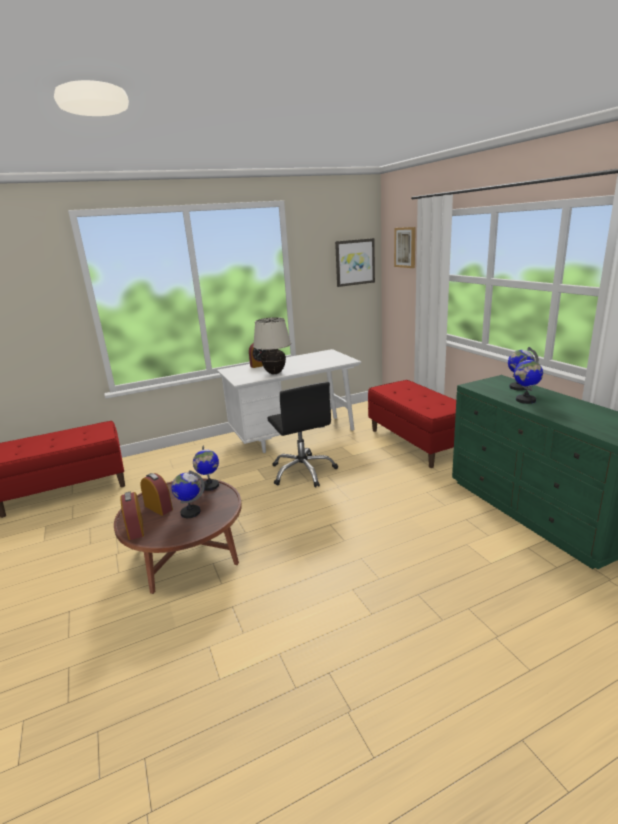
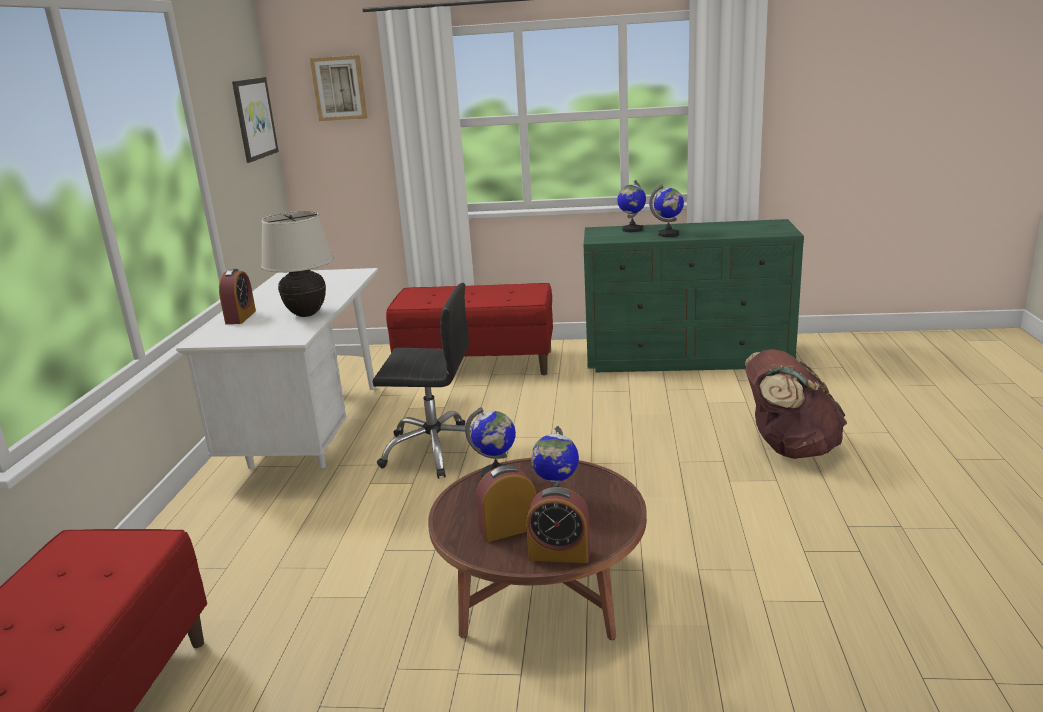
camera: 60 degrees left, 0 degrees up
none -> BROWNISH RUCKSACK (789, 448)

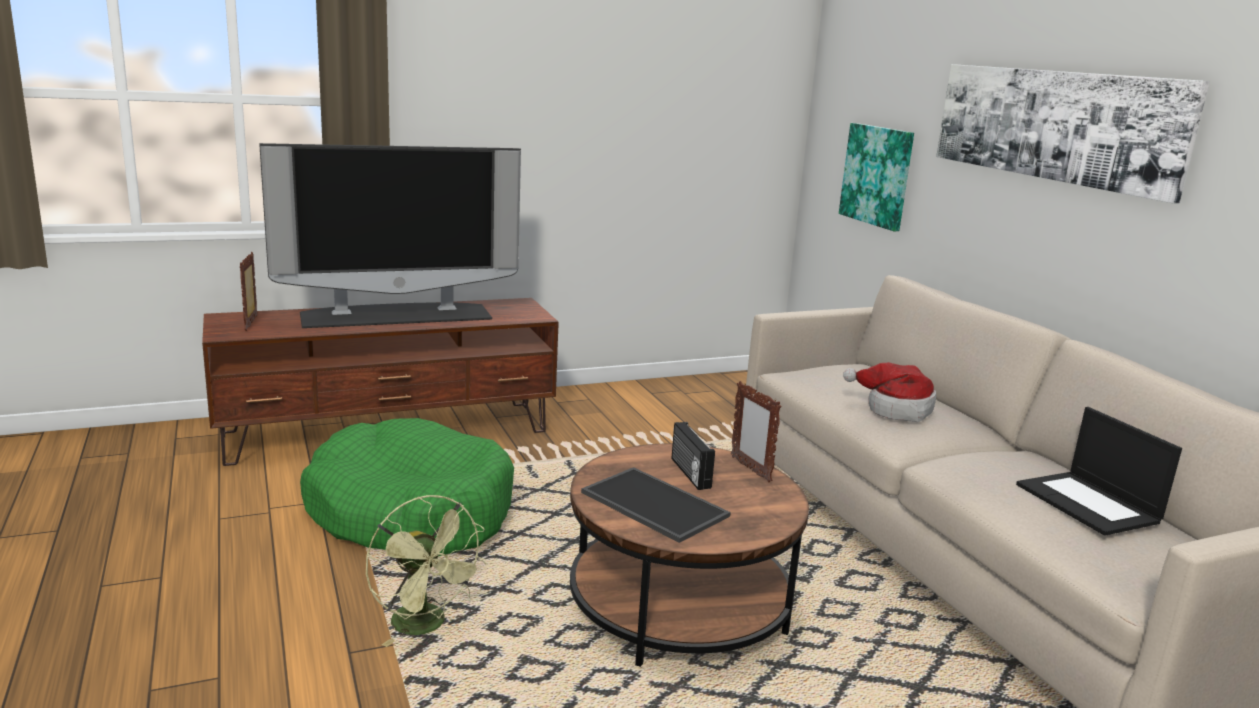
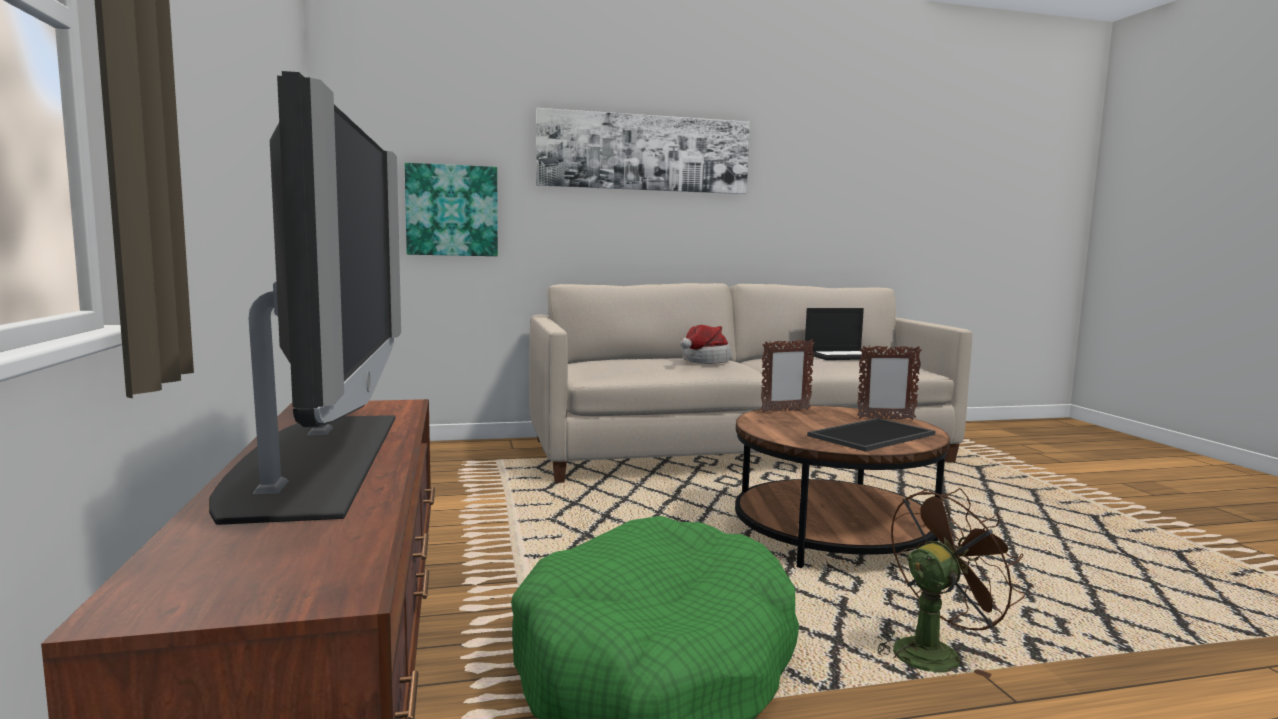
camera: 80 degrees left, 10 degrees down
PHOTO FRAME (251, 323) -> PHOTO FRAME (885, 419), move
GREEN-COLOURED COOLING FAN (426, 626) -> BROWNISH COOLING FAN (933, 651)
RADIO RECEIVER (689, 473) -> none

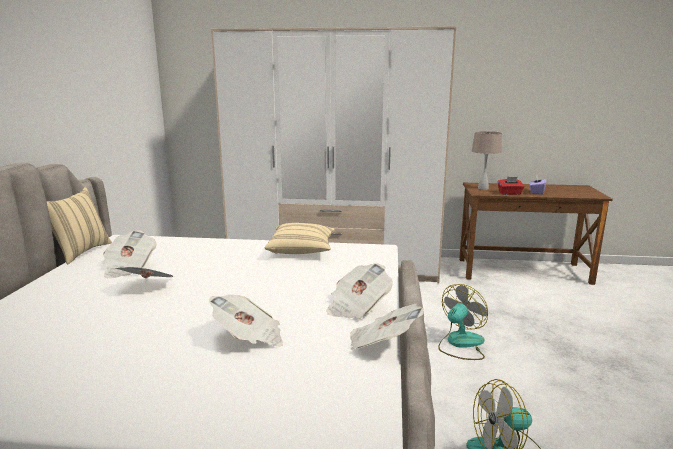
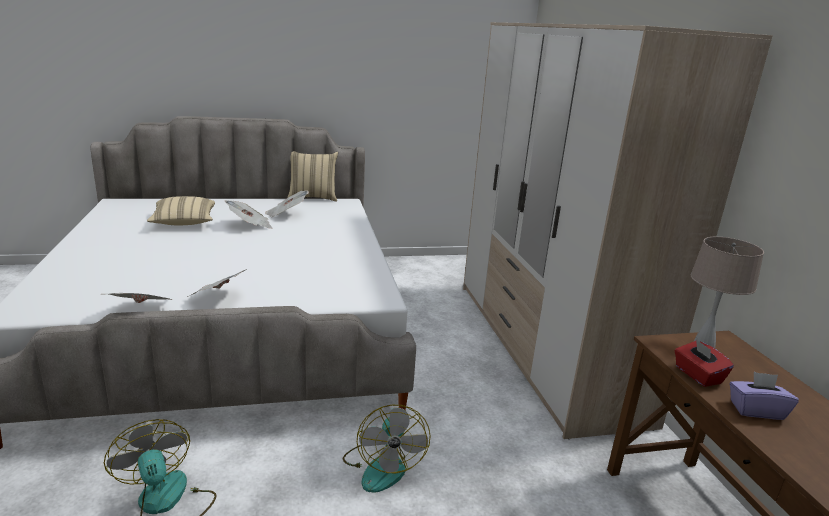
camera: 70 degrees right, 5 degrees up
BEIGE PILLOW (301, 250) -> BEIGE PILLOW (184, 223), move
COOLING FAN (460, 344) -> COOLING FAN (382, 466), 60 degrees clockwise
DAILY PAPER (249, 338) -> none

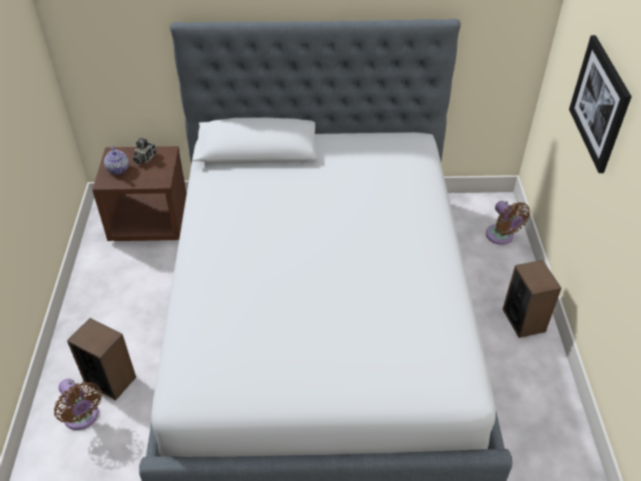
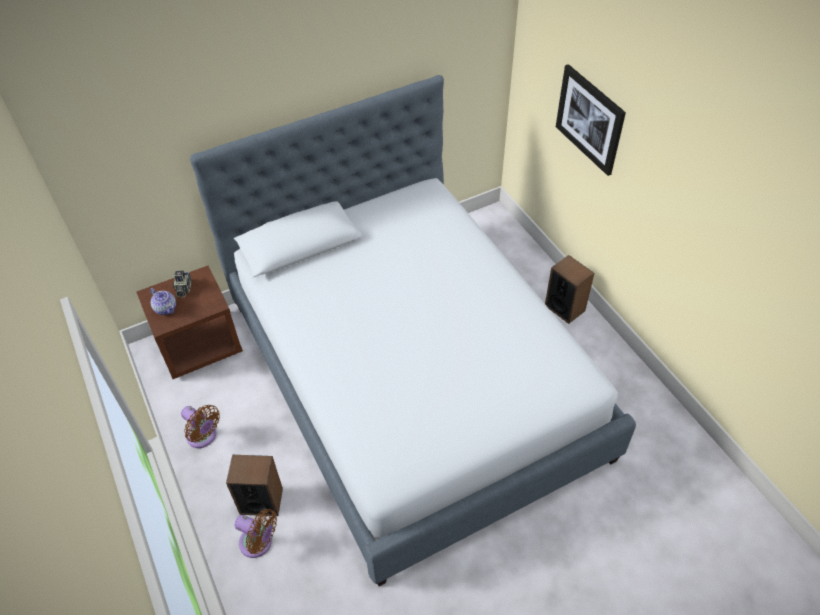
camera: 25 degrees left, 5 degrees up
BROWNISH COOLING FAN (501, 237) -> BROWNISH COOLING FAN (203, 437), move

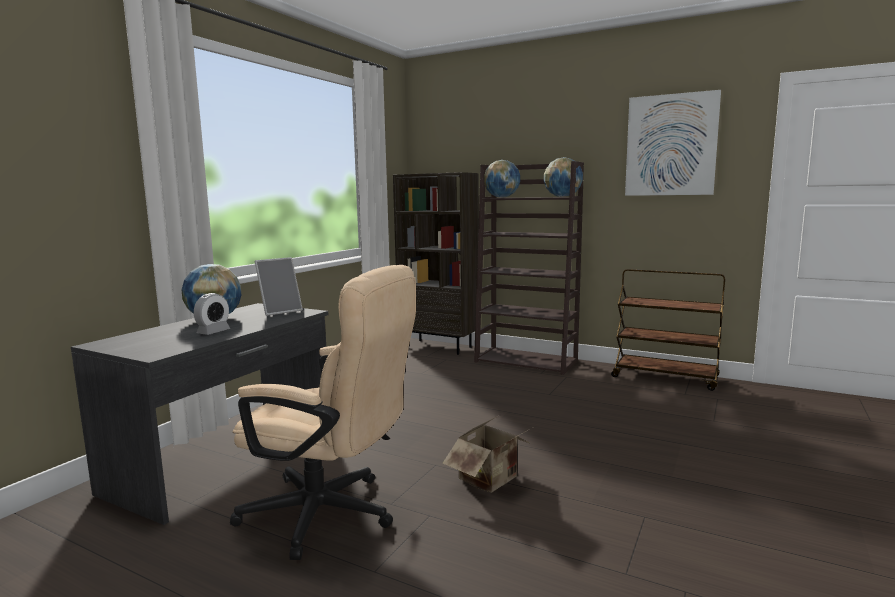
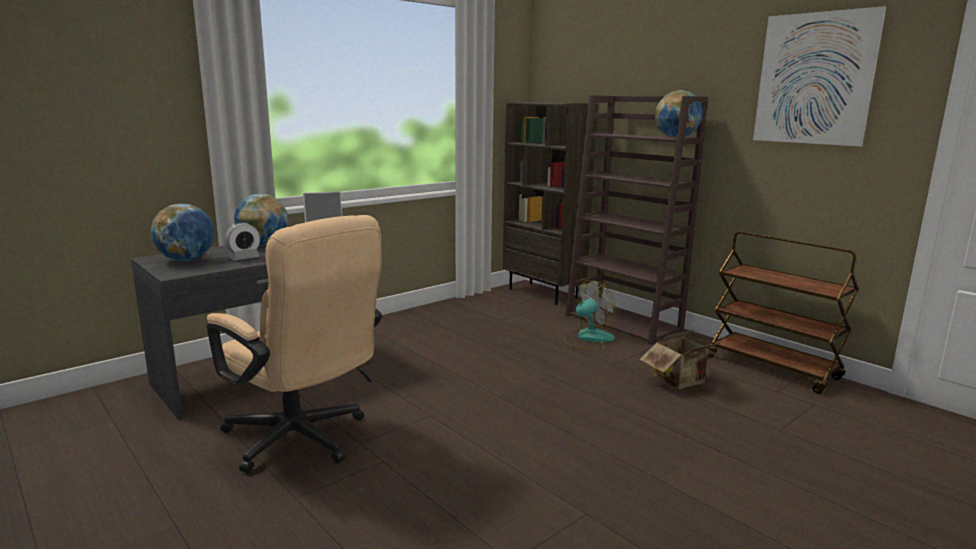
camera: 20 degrees right, 5 degrees up
GLOBE (502, 197) -> GLOBE (187, 260), move
none -> COOLING FAN (588, 339)
PACKING BOX (492, 480) -> PACKING BOX (682, 382), move

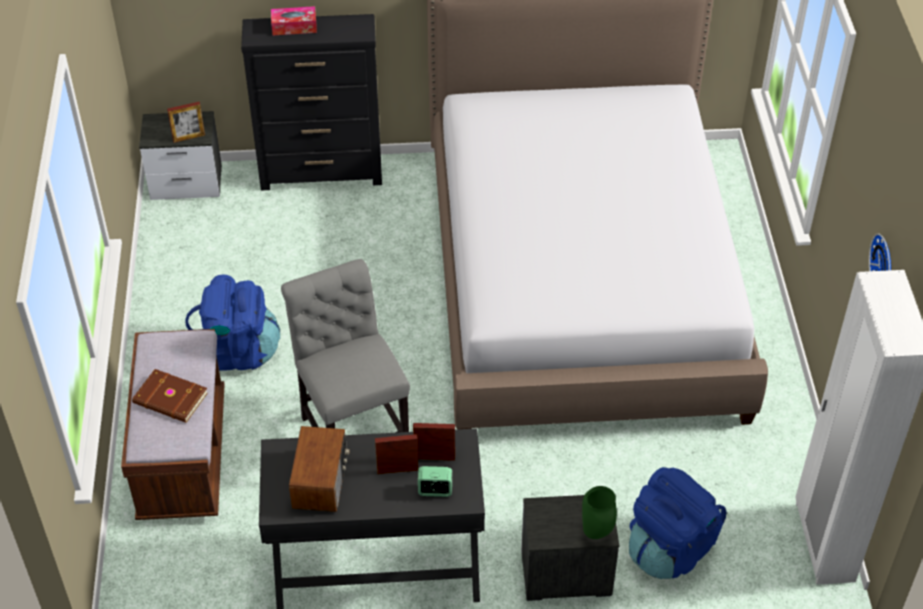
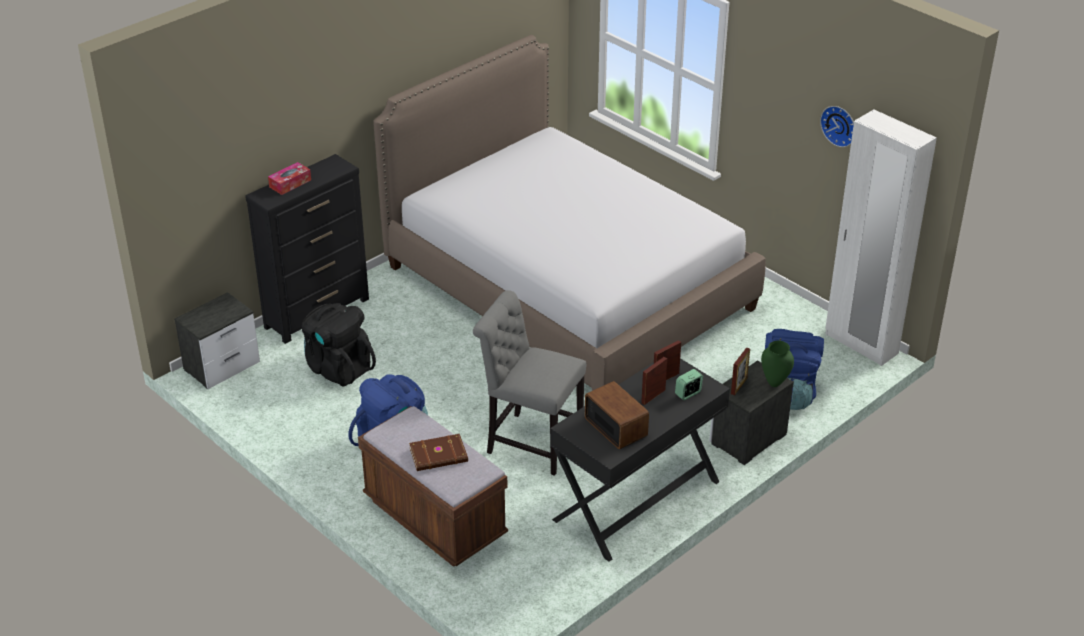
camera: 40 degrees left, 10 degrees down
none -> BLACK-COLOURED RUCKSACK (338, 368)
PHOTO FRAME (189, 137) -> PHOTO FRAME (739, 386), move

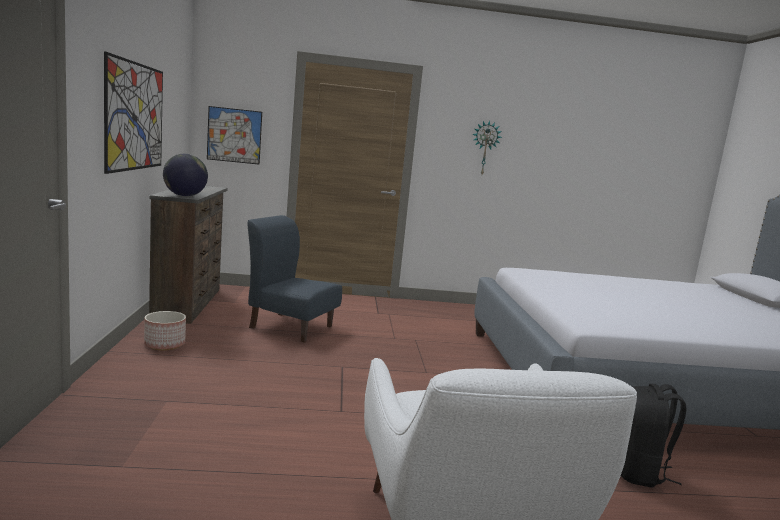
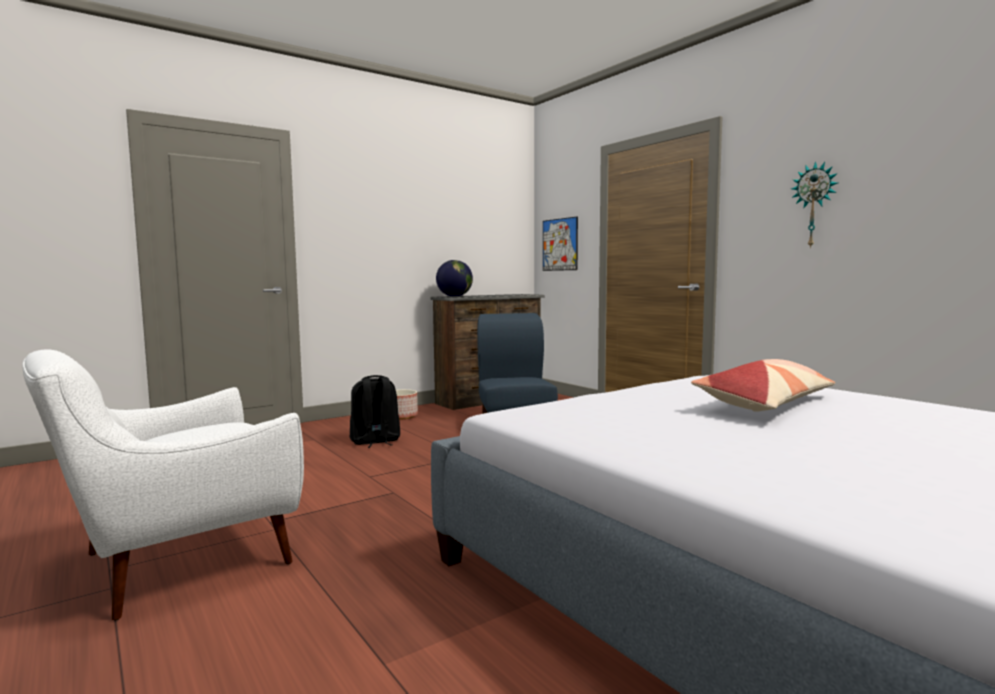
camera: 60 degrees right, 5 degrees down
BLACK-COLOURED RUCKSACK (637, 472) -> BLACK-COLOURED RUCKSACK (375, 441), move
none -> PILLOW (766, 402)
PICTURE (135, 116) -> none

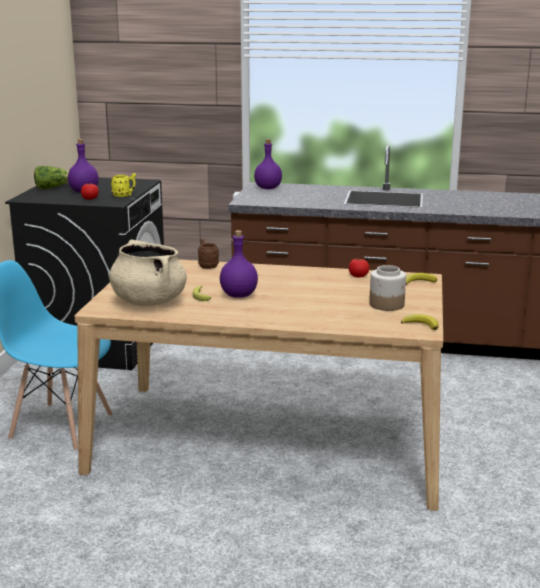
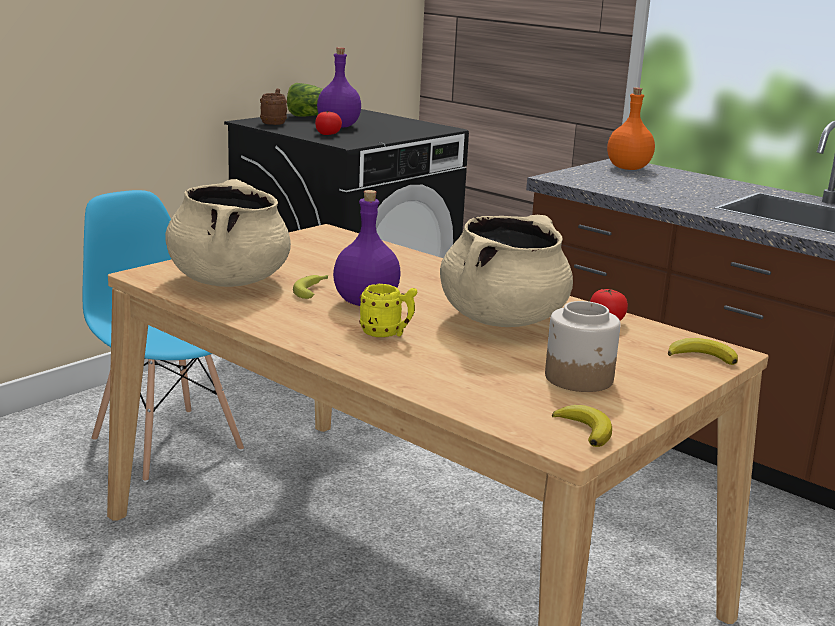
camera: 30 degrees right, 0 degrees up
BROWNISH COFFEE MUG (207, 266) -> BROWNISH COFFEE MUG (274, 123), move
YELLOWISH COFFEE MUG (124, 195) -> YELLOWISH COFFEE MUG (387, 334), move
none -> BEIGE STOCKPOT (503, 319)
PURPLE-COLOURED BOTTLE (267, 188) -> ORANGEY BOTTLE (627, 168)

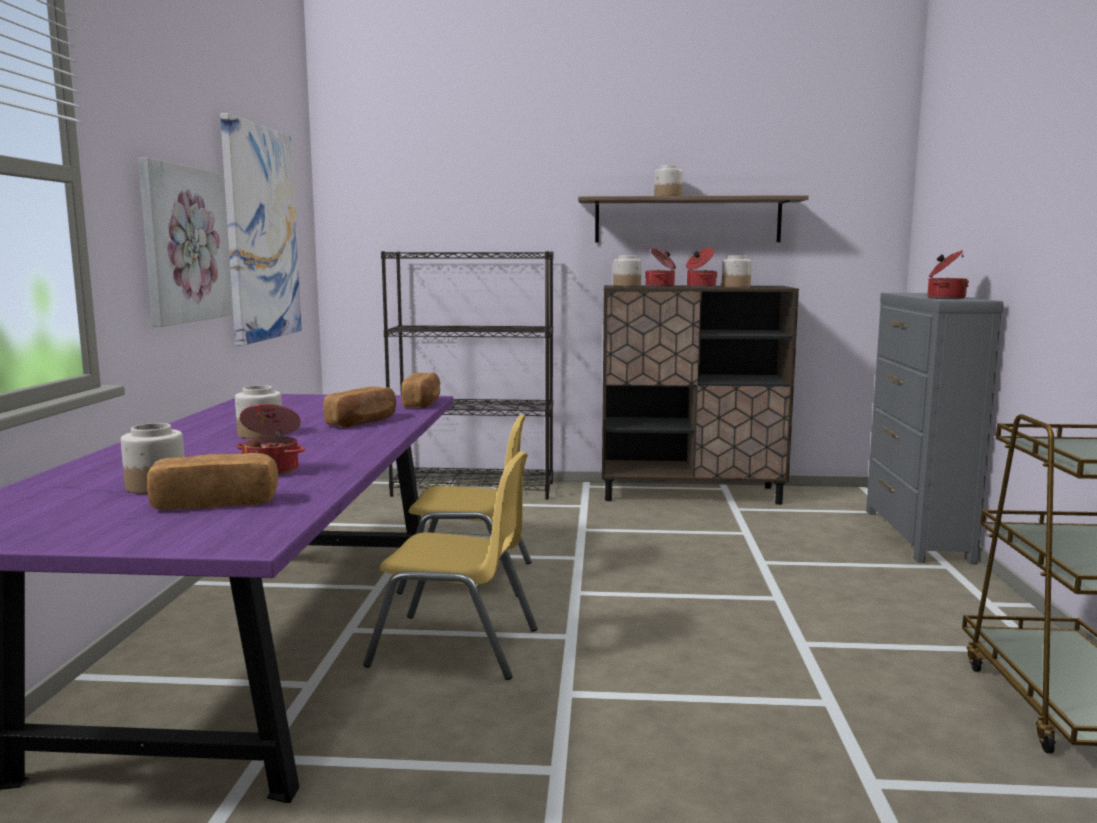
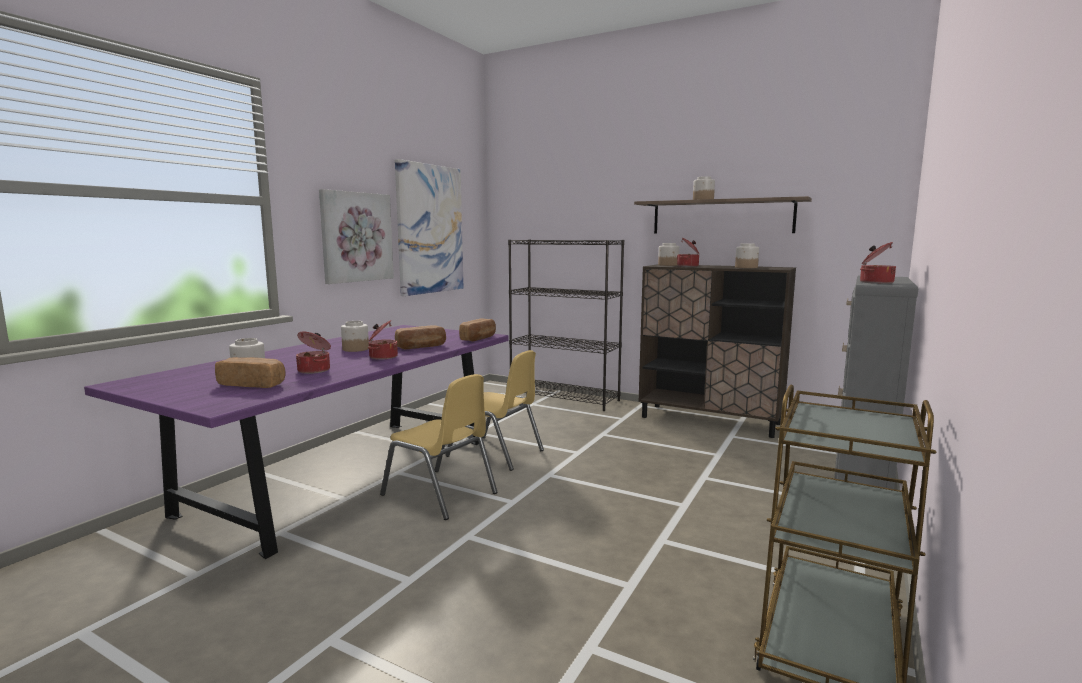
camera: 25 degrees right, 0 degrees up
STOCKPOT (700, 287) -> STOCKPOT (382, 357), move

